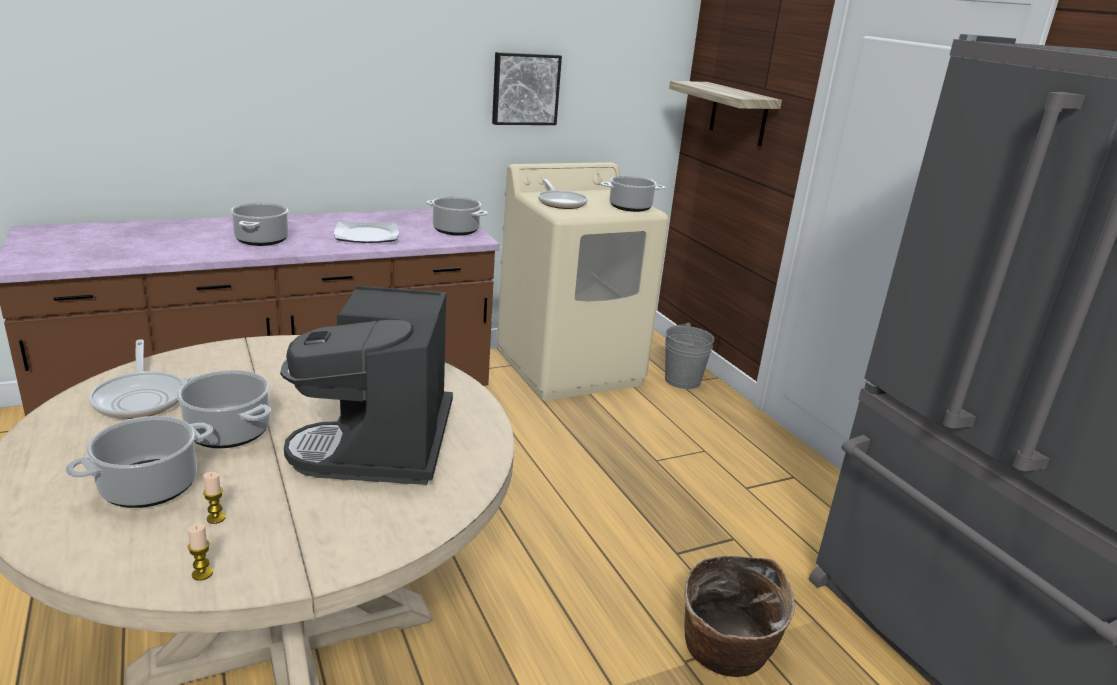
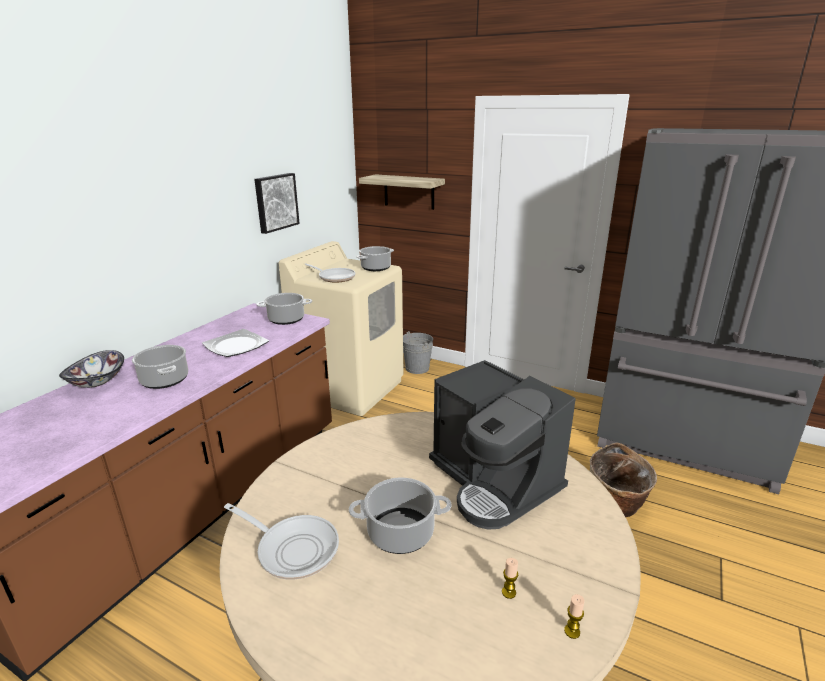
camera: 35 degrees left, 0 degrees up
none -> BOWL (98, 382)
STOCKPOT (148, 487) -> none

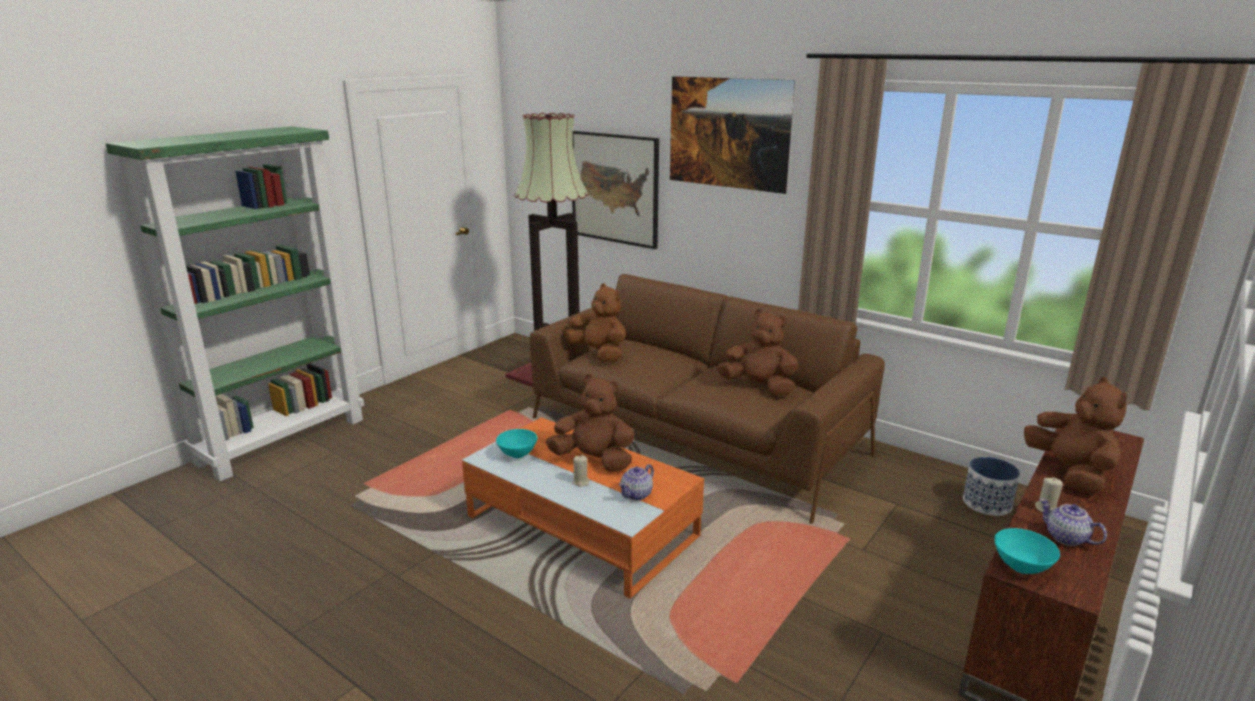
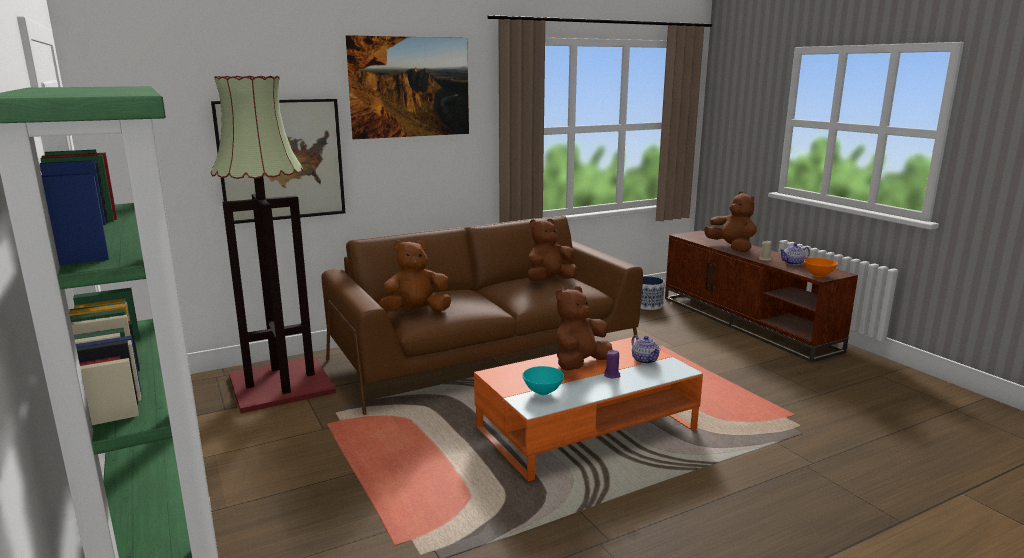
camera: 65 degrees left, 5 degrees down
BEIGE WAX CANDLE (581, 482) -> PURPLE-COLOURED WAX CANDLE (612, 375)
BROWNISH SOFT TOY (1070, 474) -> BROWNISH SOFT TOY (731, 248), 45 degrees clockwise
TURQUOISE-COLOURED BOWL (1021, 567) -> ORANGEY BOWL (818, 275)

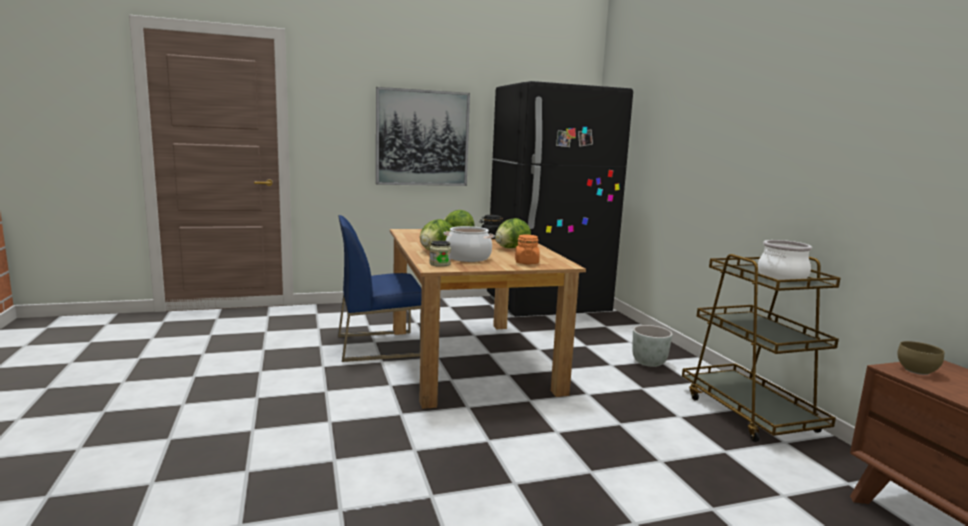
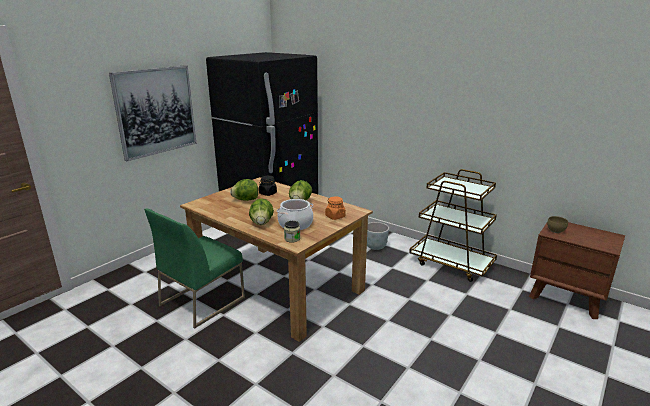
camera: 35 degrees left, 10 degrees up
BLUISH CHAIR (379, 345) -> GREEN-COLOURED CHAIR (202, 301)
STOCKPOT (782, 277) -> none

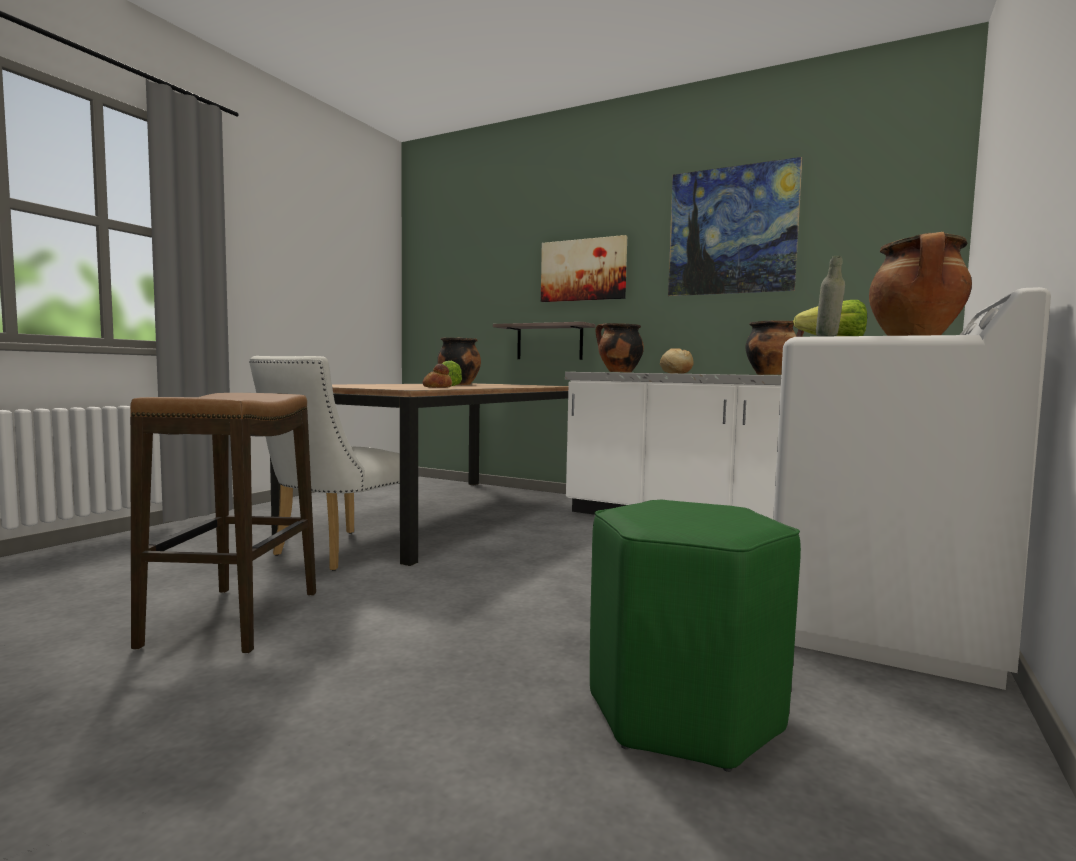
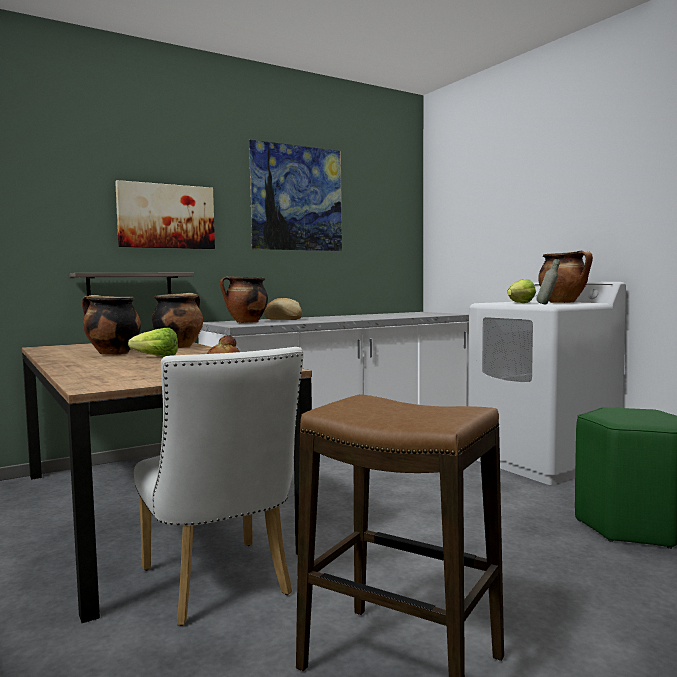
camera: 60 degrees left, 0 degrees up
STOCKPOT (771, 375) -> STOCKPOT (179, 347), move

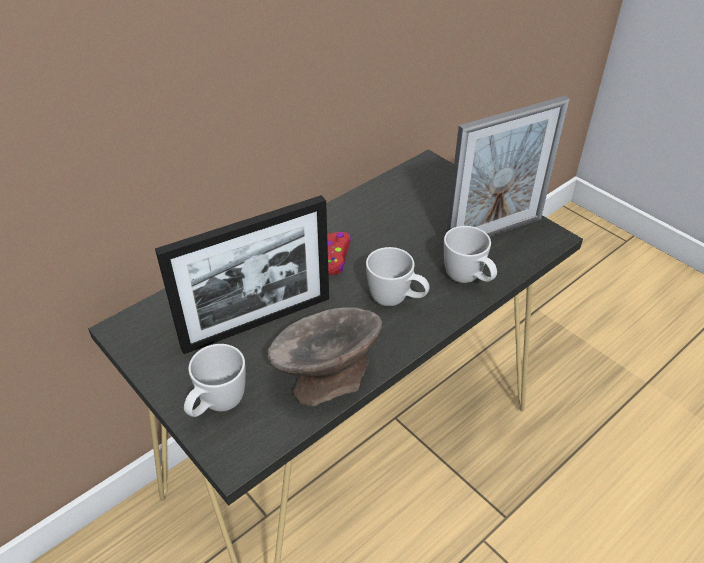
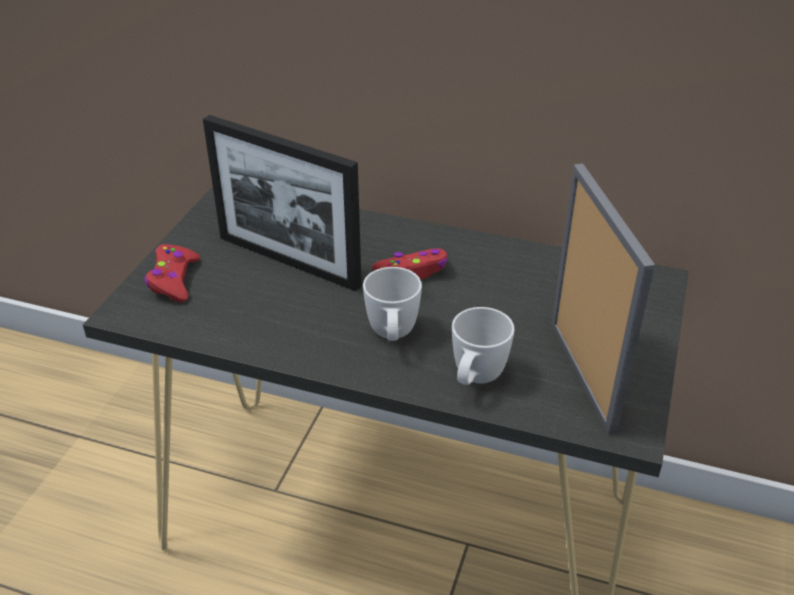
camera: 60 degrees right, 5 degrees down
WHITE-COLOURED COFFEE MUG (217, 406) -> RED GAME CONTROLLER (173, 280)
PHOTO FRAME (493, 233) -> PHOTO FRAME (582, 375), 135 degrees counterclockwise
GRAY BOWL (325, 376) -> none

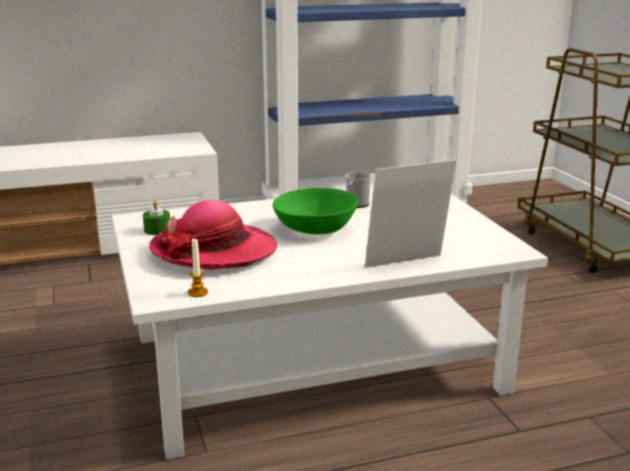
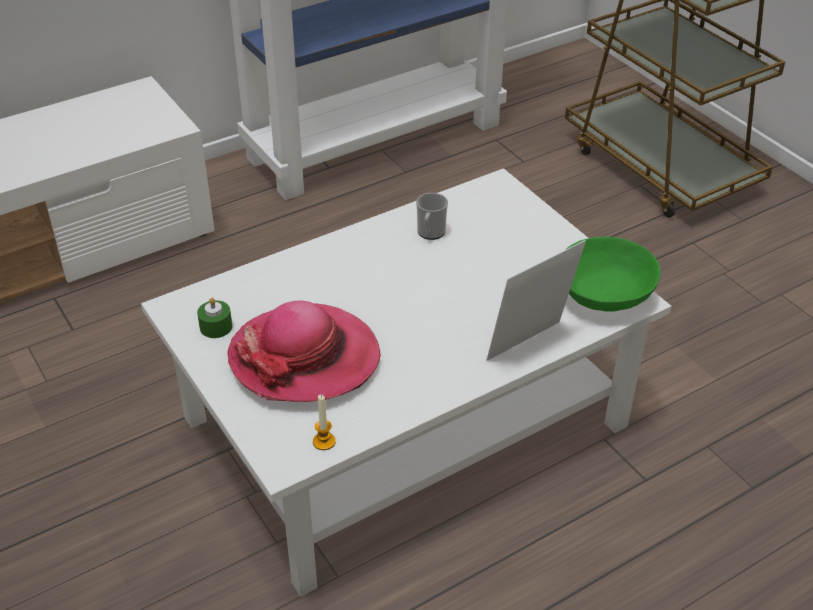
camera: 15 degrees left, 20 degrees up
GREEN-COLOURED BOWL (316, 229) -> GREEN-COLOURED BOWL (604, 294), move

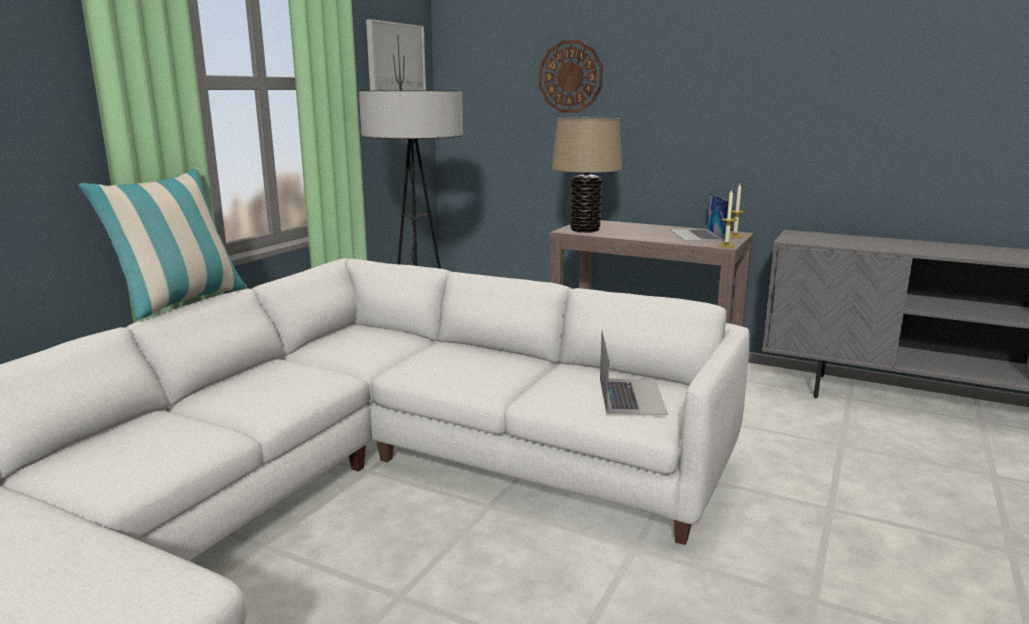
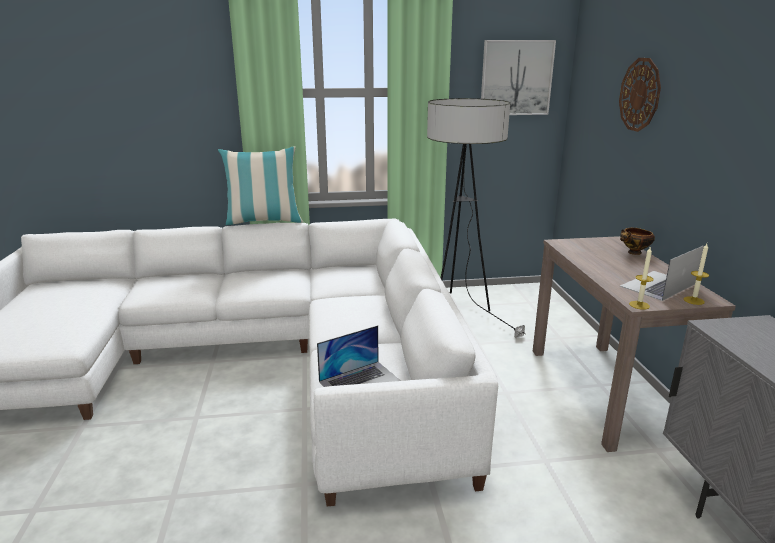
camera: 55 degrees right, 5 degrees up
none -> BOWL (634, 253)
BEIGE TABLETOP LAMP (585, 230) -> none

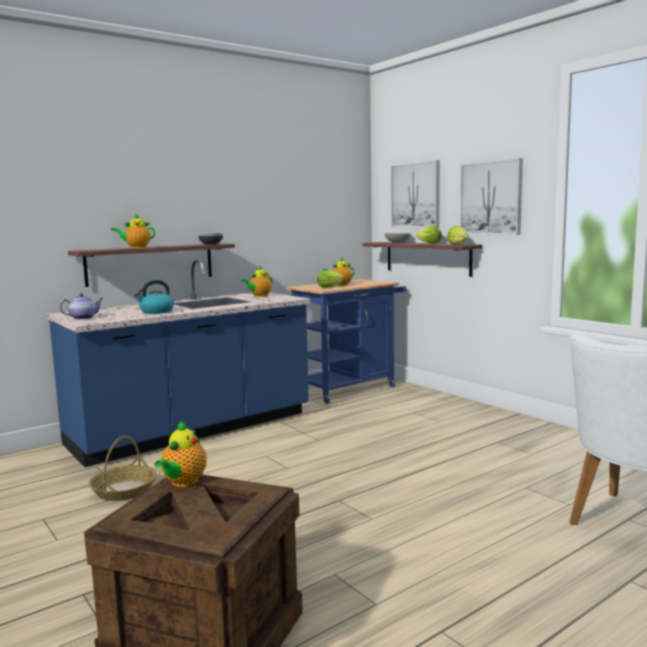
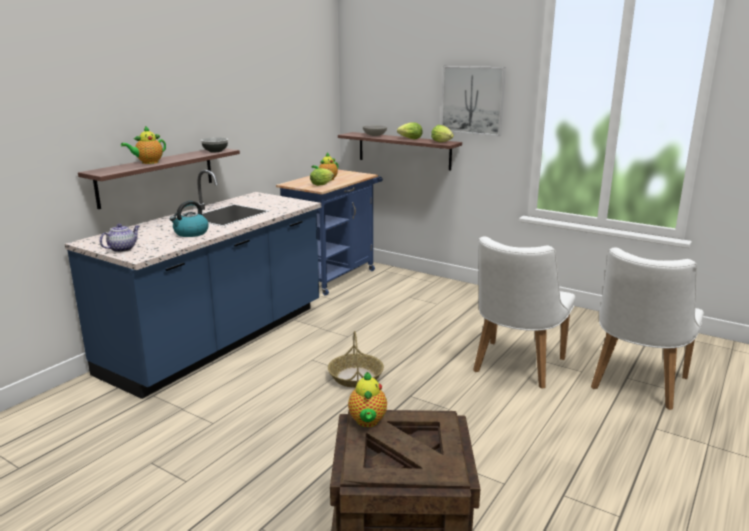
camera: 20 degrees left, 10 degrees up
BASKET (124, 490) -> BASKET (356, 377), move
none -> WHITE-COLOURED CHAIR (514, 368)
TEA POT (259, 296) -> none
PICTURE (415, 195) -> none

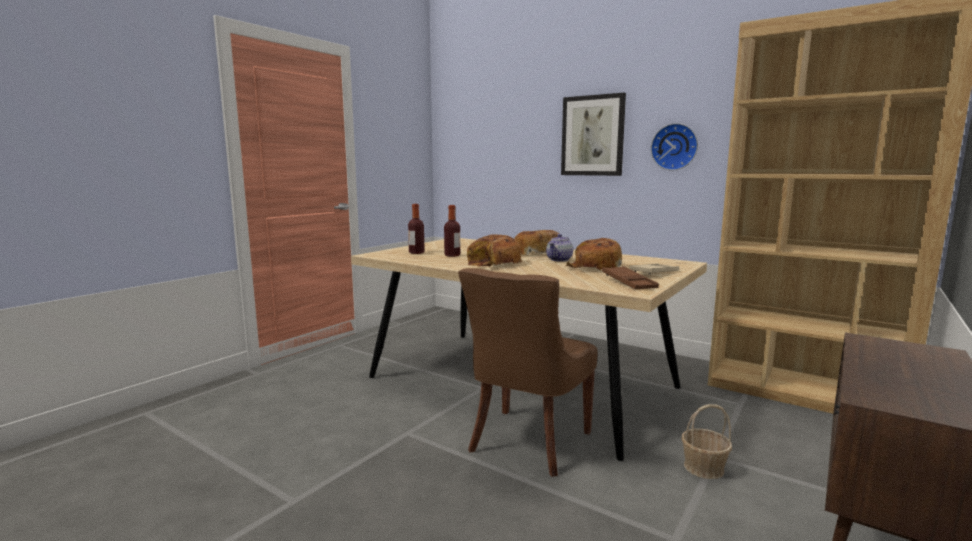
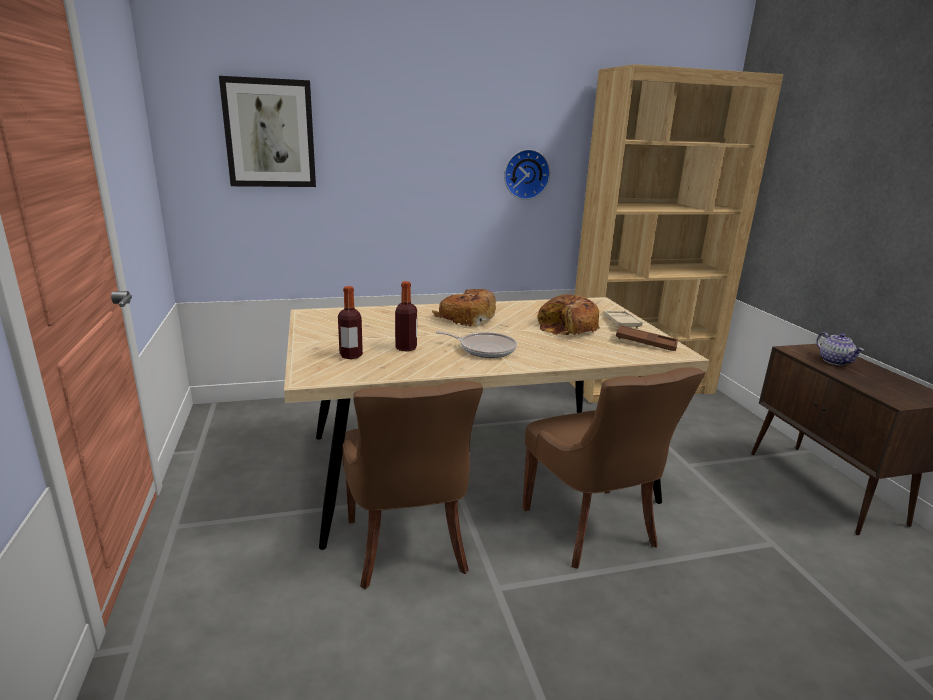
camera: 50 degrees left, 10 degrees up
PICTURE (592, 136) -> PICTURE (270, 133), move
none -> BROWNISH CHAIR (408, 547)
BAKERY BREAD (493, 263) -> PAN (484, 349)
TEA POT (559, 260) -> TEA POT (835, 361), move
BASKET (703, 467) -> none

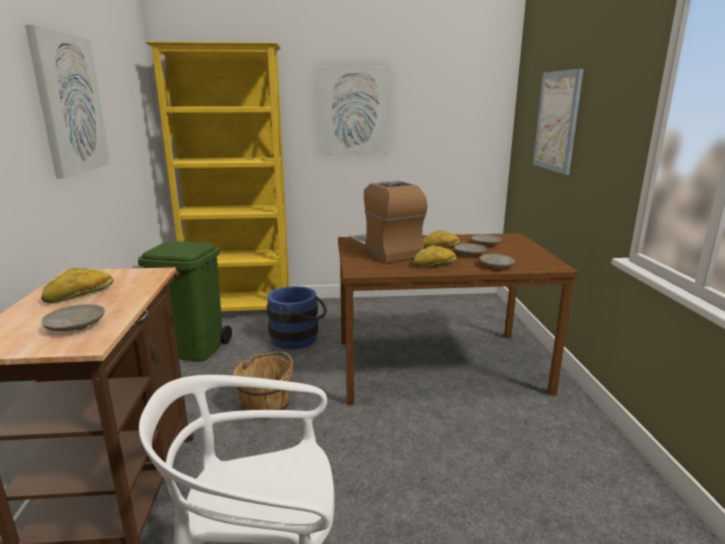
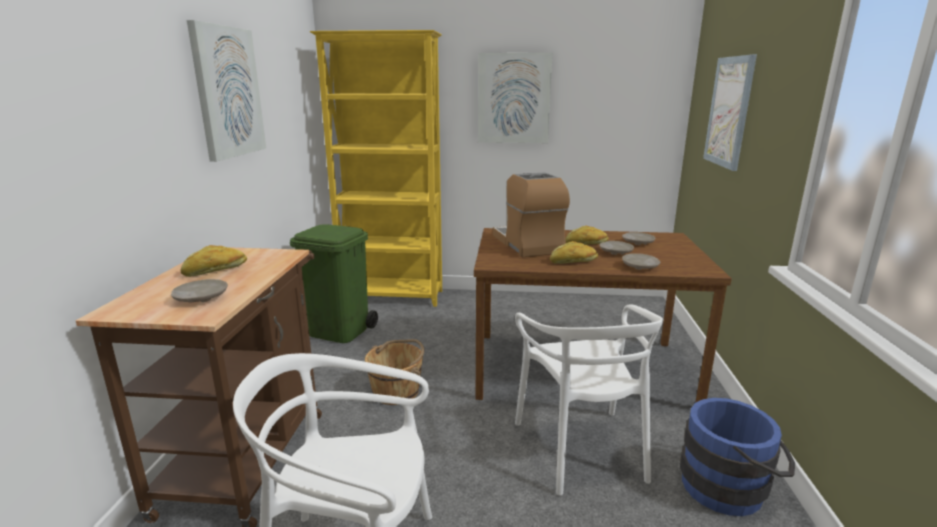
camera: 10 degrees right, 0 degrees up
none -> WHITE-COLOURED CHAIR (581, 448)
BLUISH WATER BUCKET (299, 338) -> BLUISH WATER BUCKET (730, 488), move

